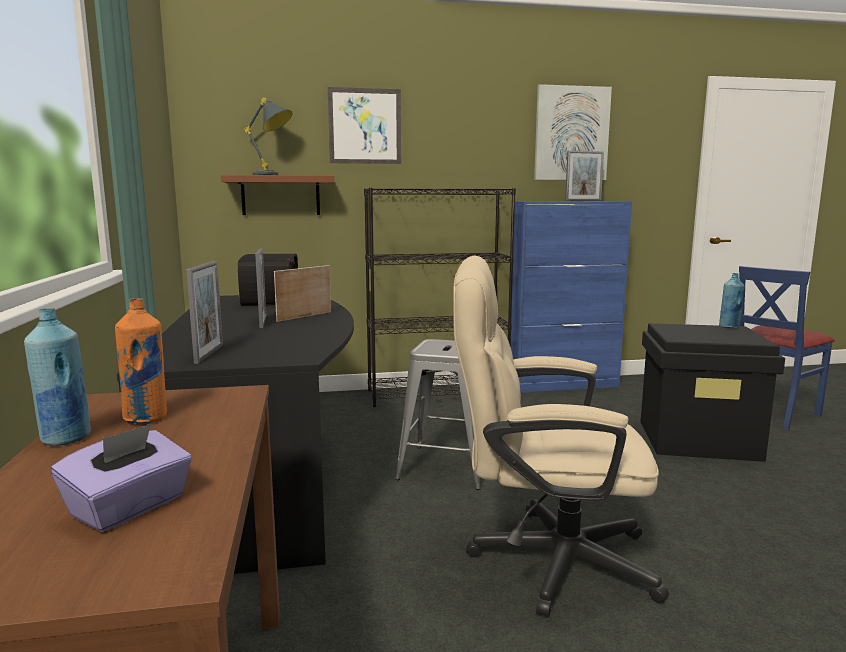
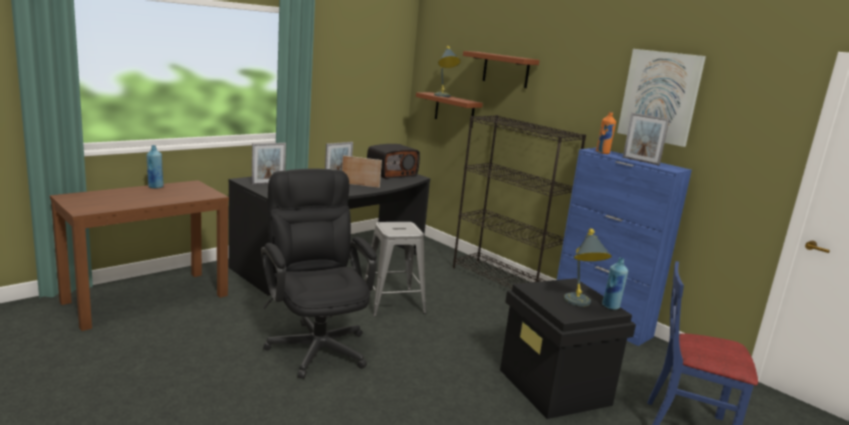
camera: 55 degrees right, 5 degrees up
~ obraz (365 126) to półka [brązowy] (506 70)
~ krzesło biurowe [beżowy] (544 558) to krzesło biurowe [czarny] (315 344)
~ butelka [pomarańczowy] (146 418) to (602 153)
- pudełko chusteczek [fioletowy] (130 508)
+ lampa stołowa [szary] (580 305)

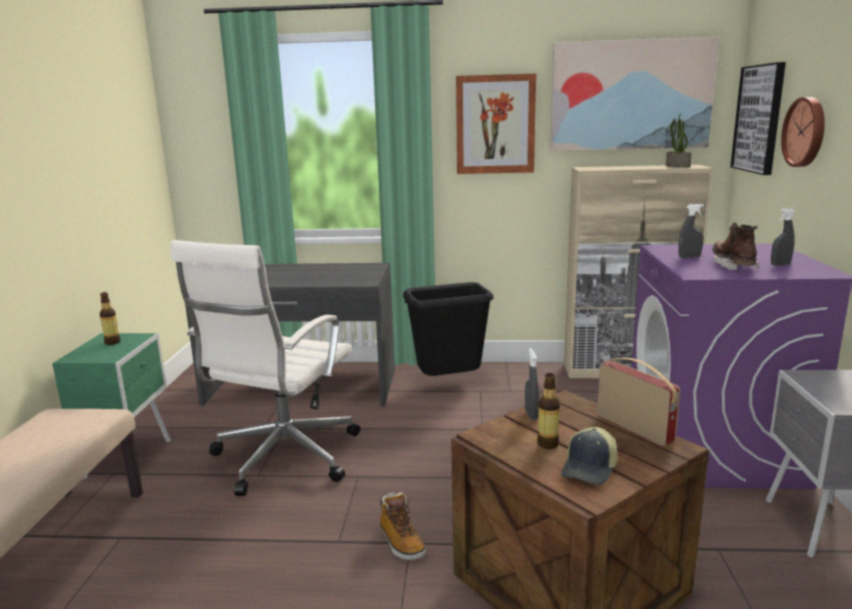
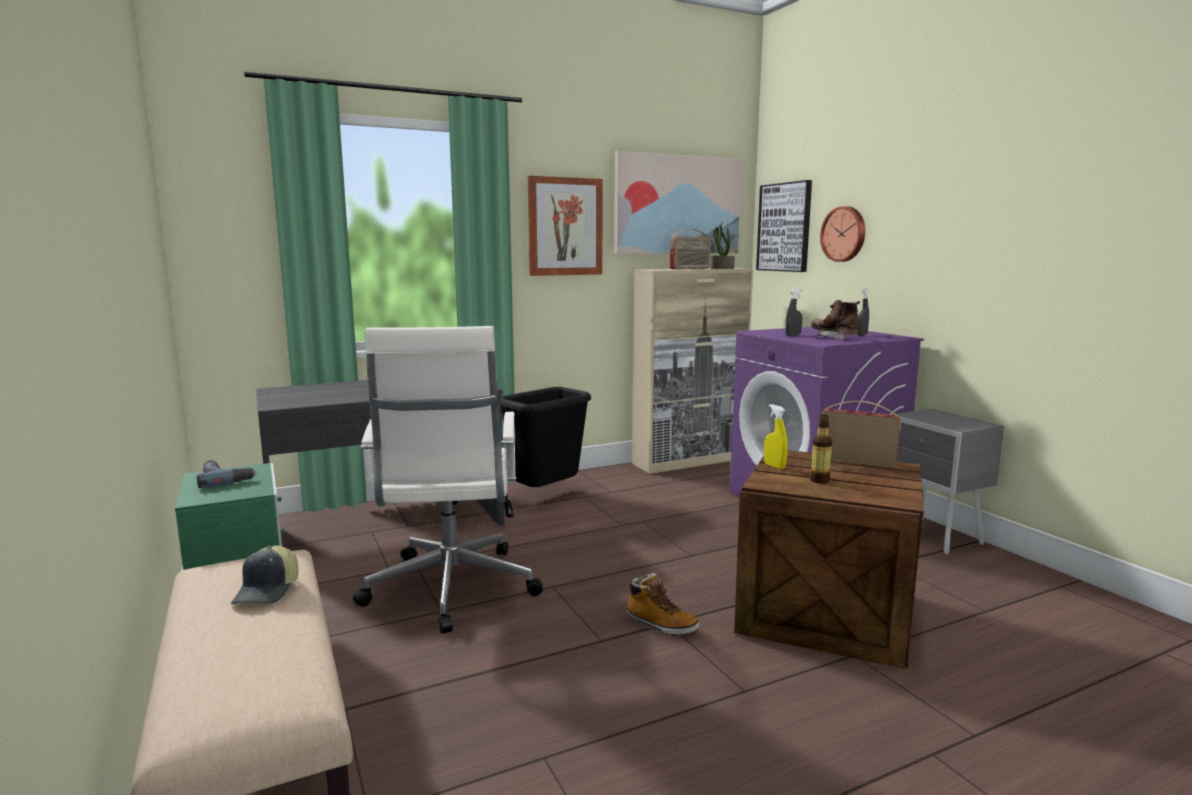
camera: 30 degrees left, 5 degrees down
~ butelka (112 342) to wiertarka (225 478)
~ spryskiwacz [szary] (531 415) to spryskiwacz [żółty] (774 466)
~ czapka z daszkiem (590 469) to (268 591)
+ radio (690 268)

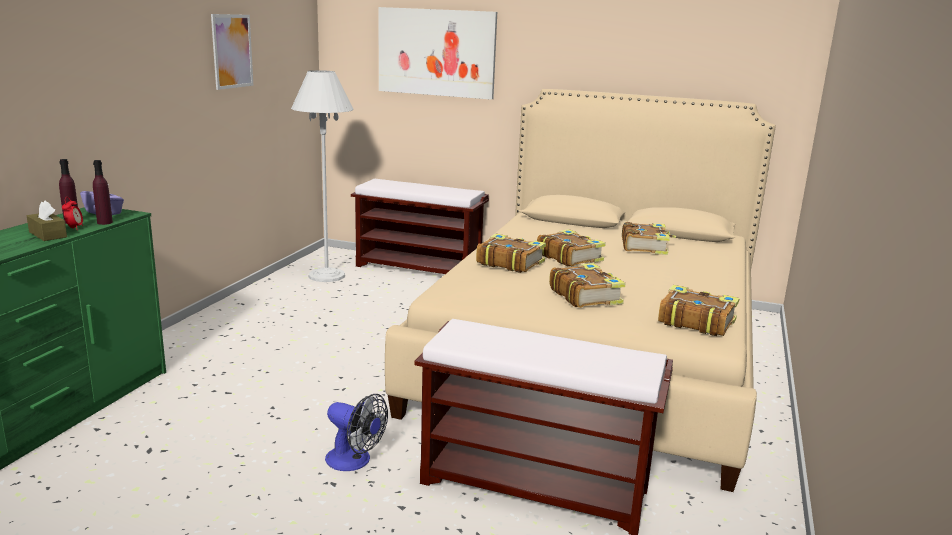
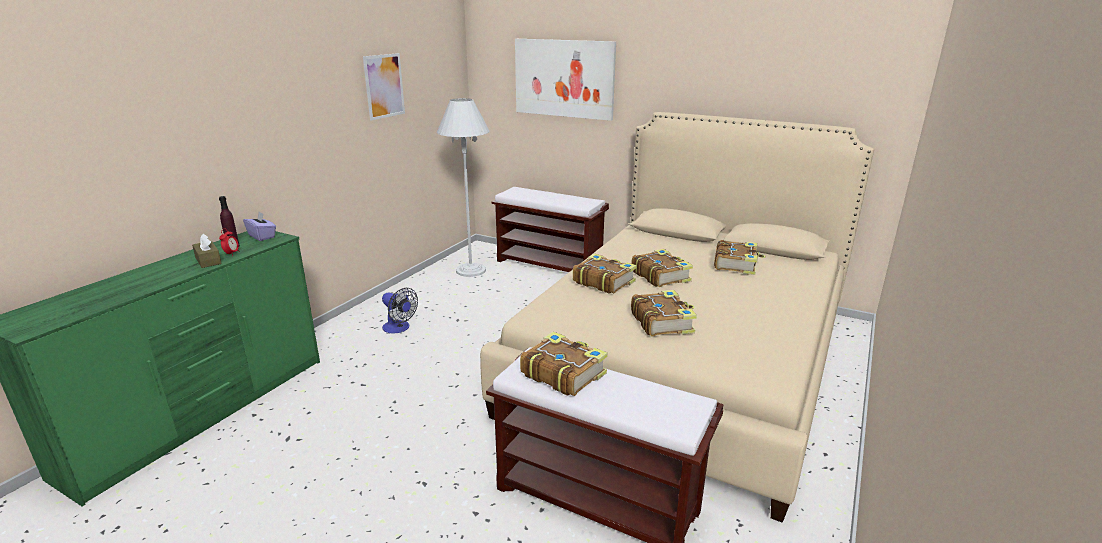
camera: 10 degrees right, 5 degrees up
- butelka [fioletowy] (105 222)
~ książka (695 321) to (563 373)
~ wentylator (354 461) to (399 328)

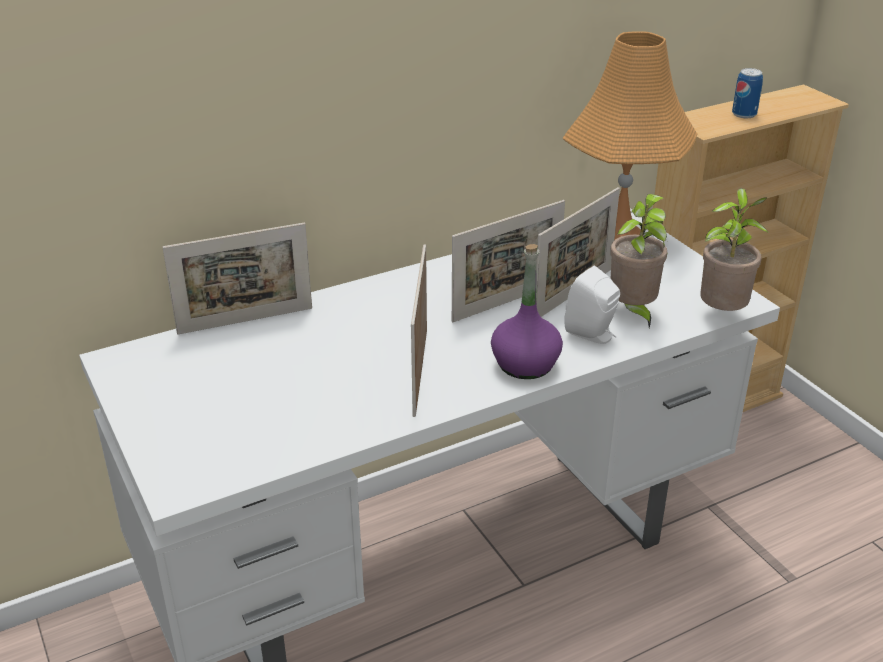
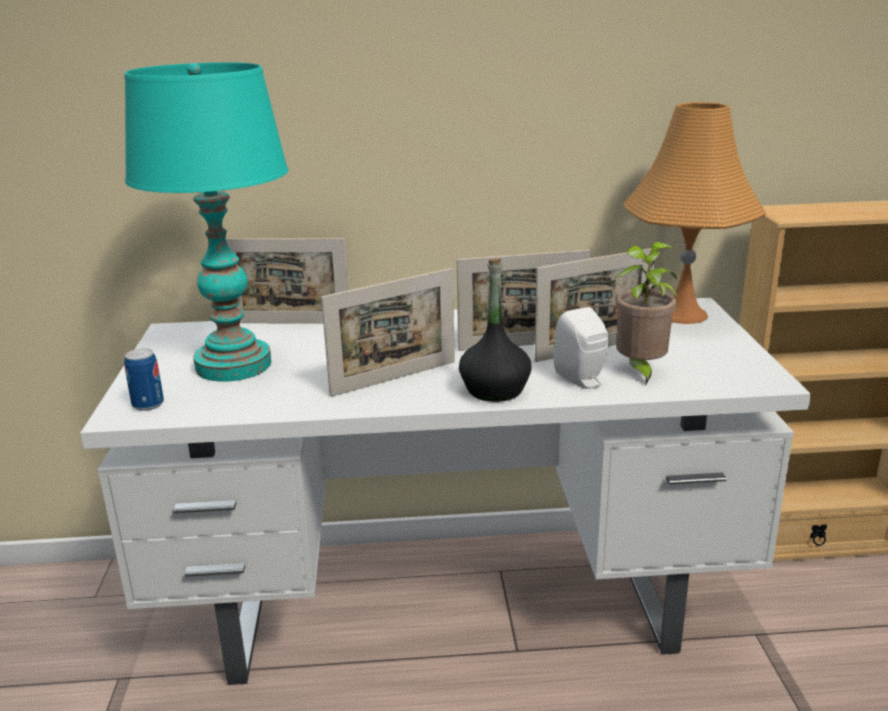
camera: 25 degrees right, 10 degrees down
~ puszka (744 114) to (148 404)
- roślina doniczkowa (722 313)
~ ramka na zdjęcie (420 371) = (394 378) 150 degrees counterclockwise
~ butelka [fioletowy] (525 364) to butelka [czarny] (494 390)
+ lampa stołowa [turkusowy] (233 366)

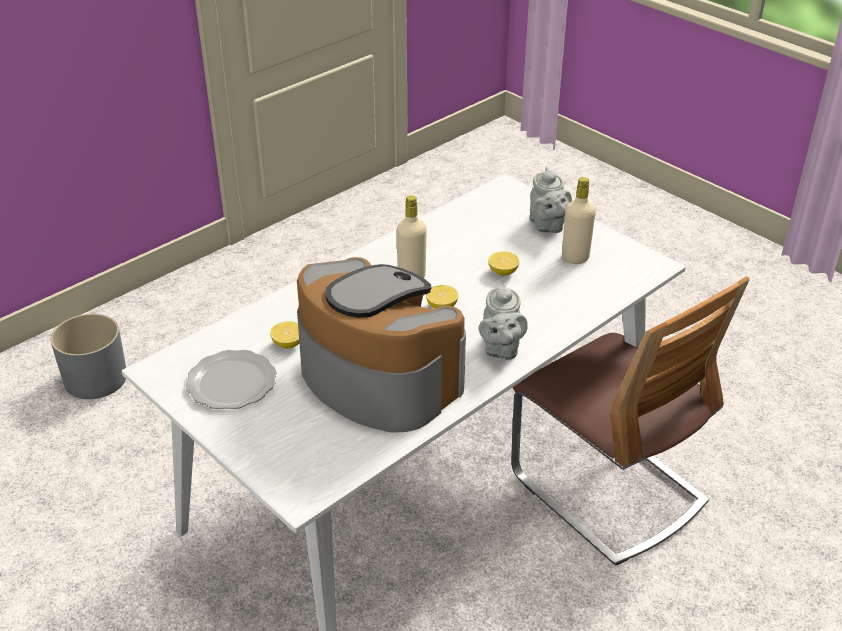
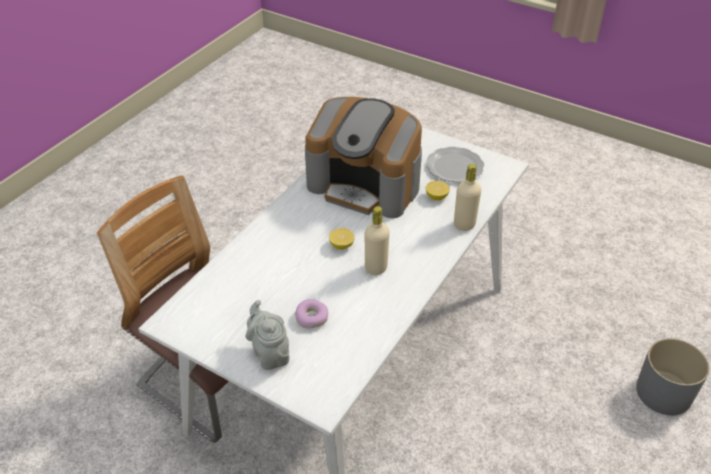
camera: 165 degrees right, 5 degrees up
~ butelka [beżowy] (575 258) to (464 224)
- cytryna (503 272)
- imbryk [szary] (500 349)
+ donut (312 317)

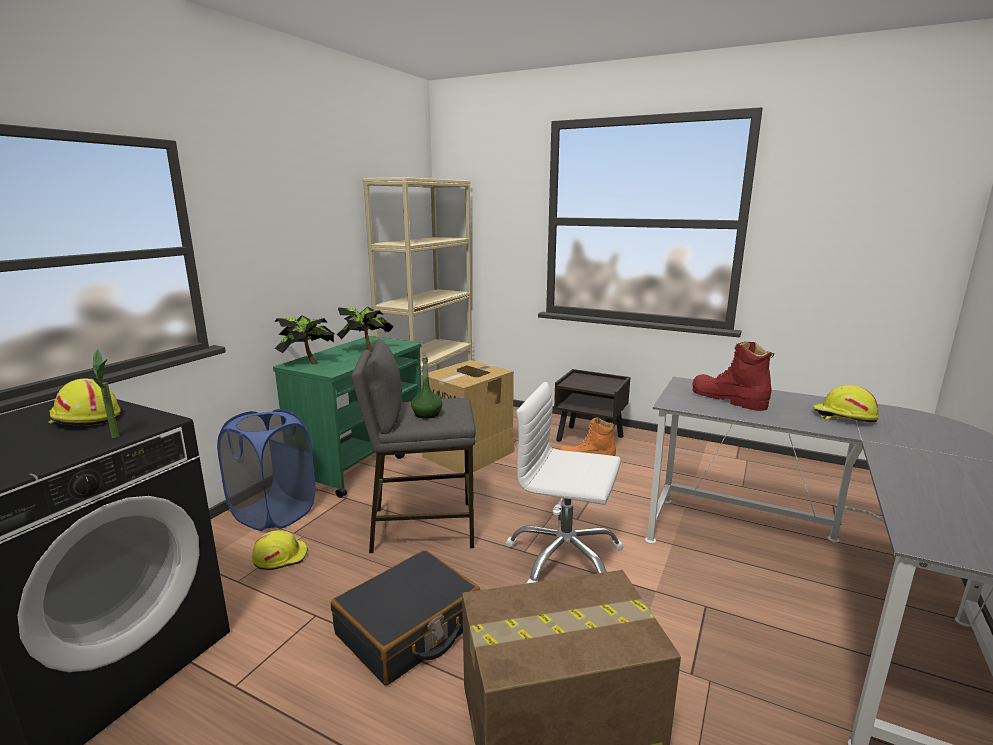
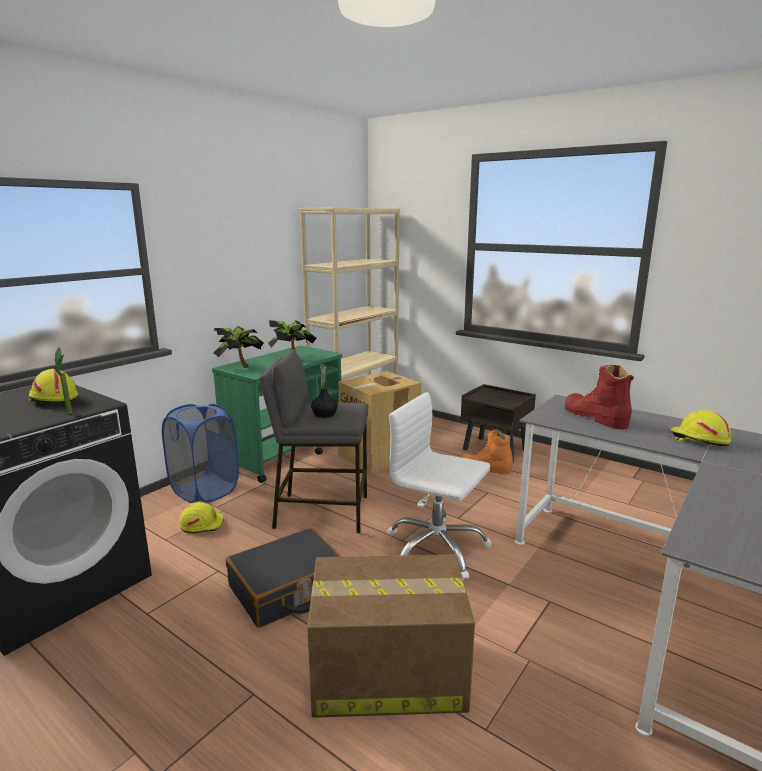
camera: 10 degrees right, 0 degrees up
~ butelka [zielony] (427 414) to butelka [czarny] (324 414)

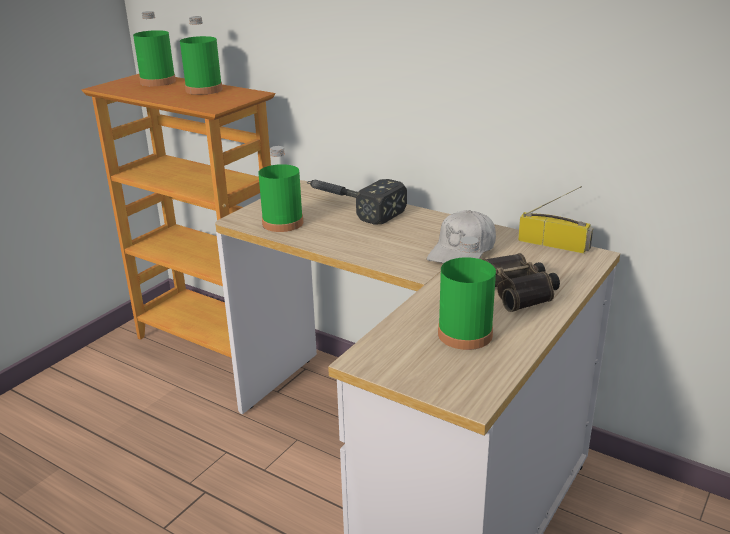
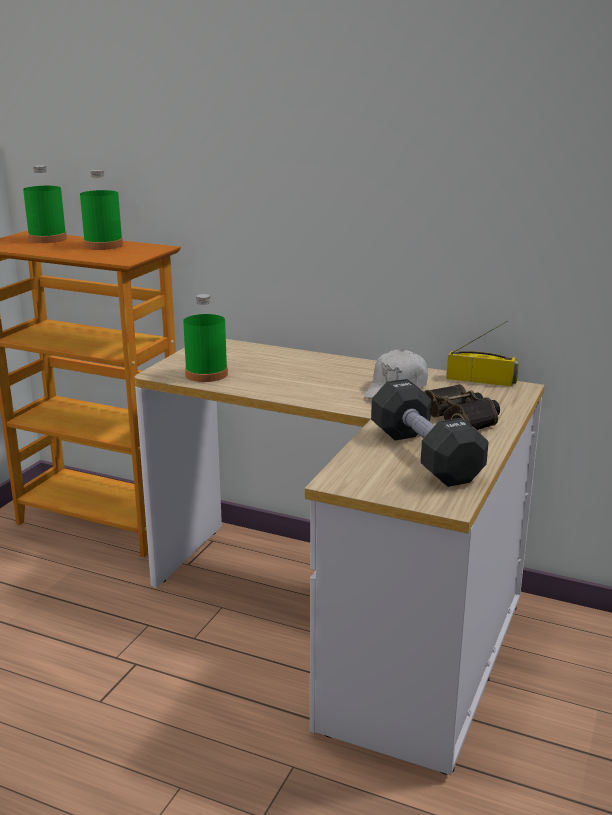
camera: 10 degrees left, 5 degrees down
- młotek (349 206)
~ butelka [zielony] (465 334) to hantel [czarny] (424 455)

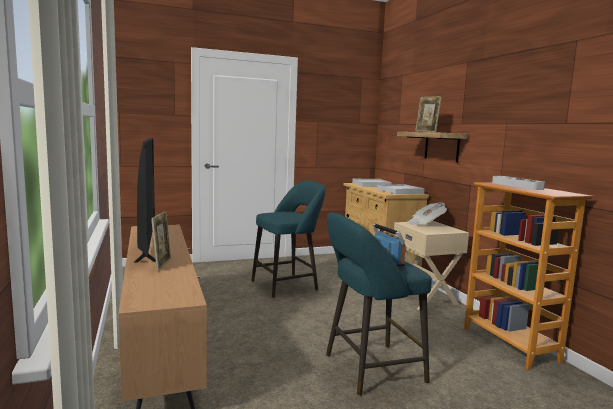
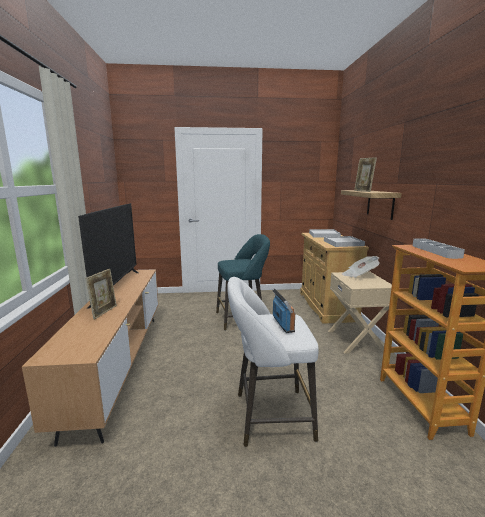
camera: 15 degrees right, 5 degrees up
~ stołek [turkusowy] (369 369) to stołek [biały] (268 416)

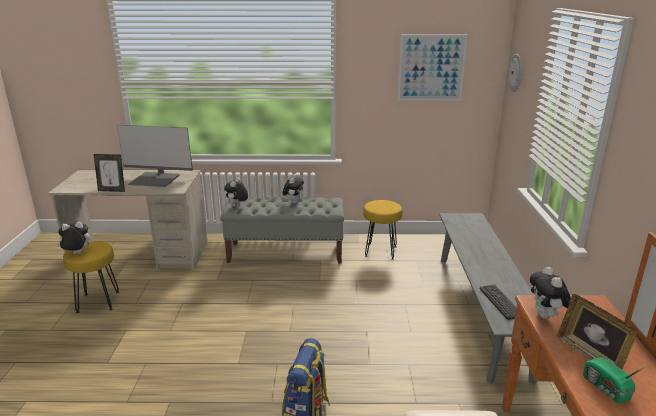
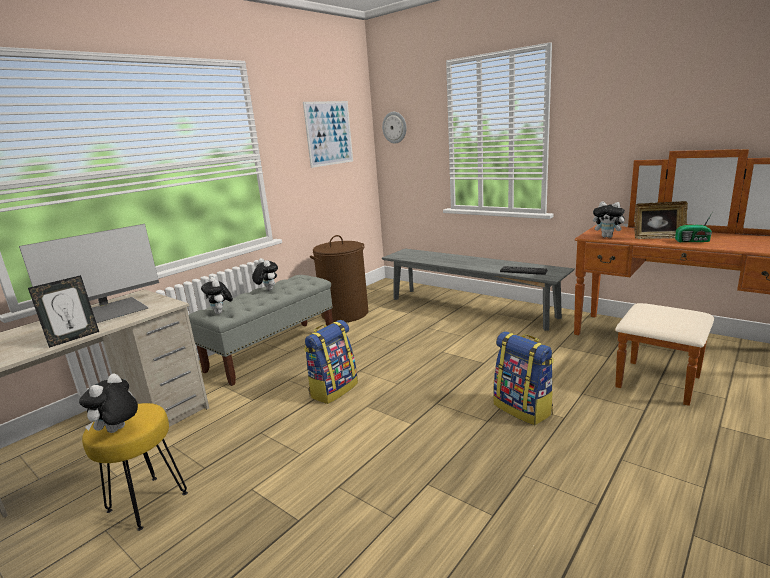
camera: 50 degrees left, 5 degrees down
~ stołek [żółty] (381 251) to kosz na pranie [brązowy] (345 313)
+ plecak (333 390)

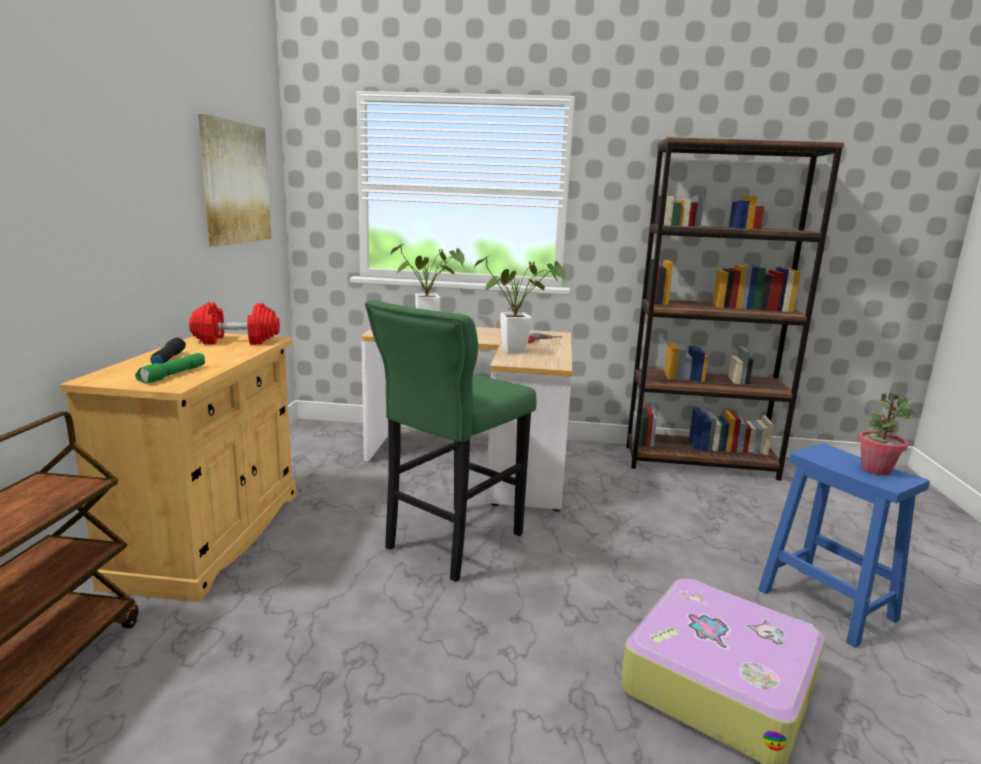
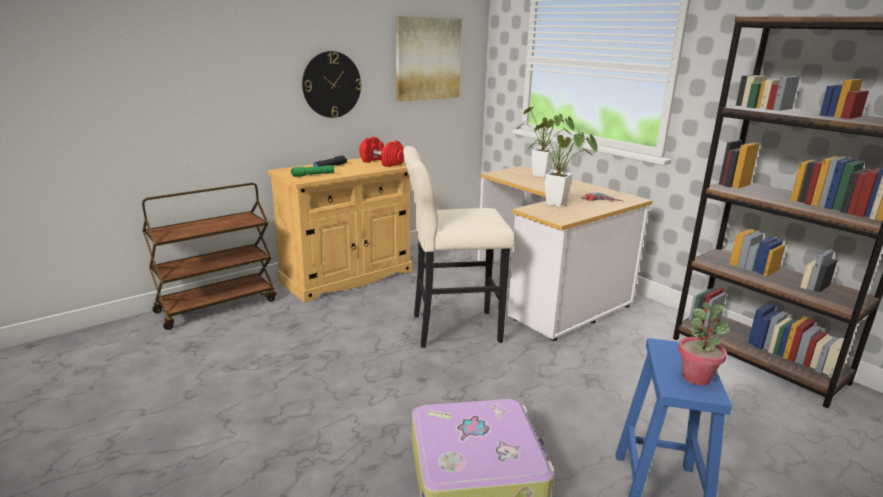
camera: 45 degrees right, 5 degrees up
~ stołek [zielony] (450 544) to stołek [beżowy] (451 328)
+ zegar ścienny (331 84)

